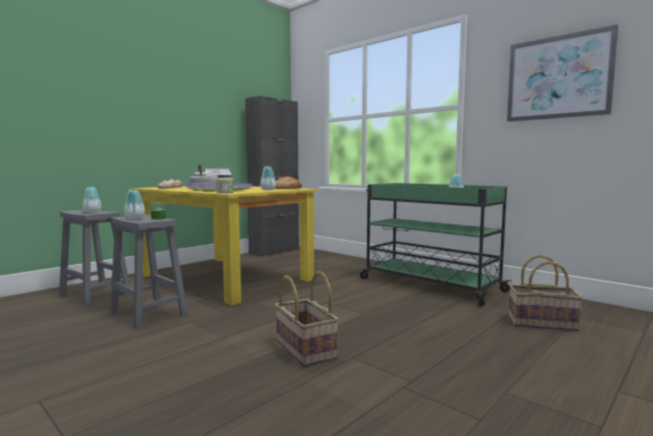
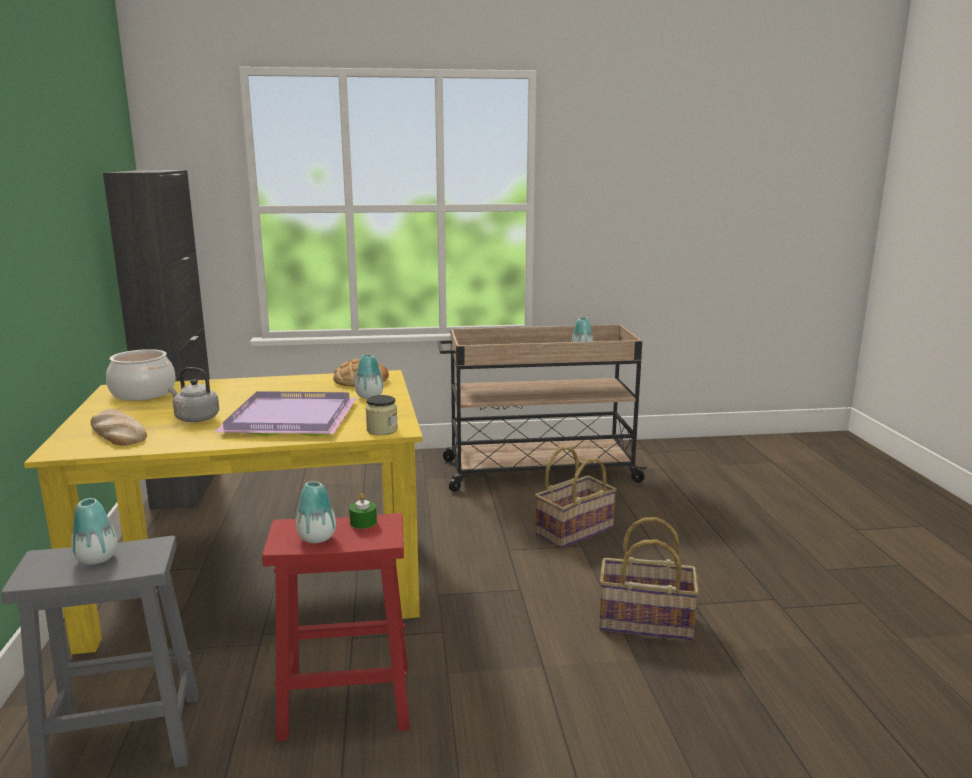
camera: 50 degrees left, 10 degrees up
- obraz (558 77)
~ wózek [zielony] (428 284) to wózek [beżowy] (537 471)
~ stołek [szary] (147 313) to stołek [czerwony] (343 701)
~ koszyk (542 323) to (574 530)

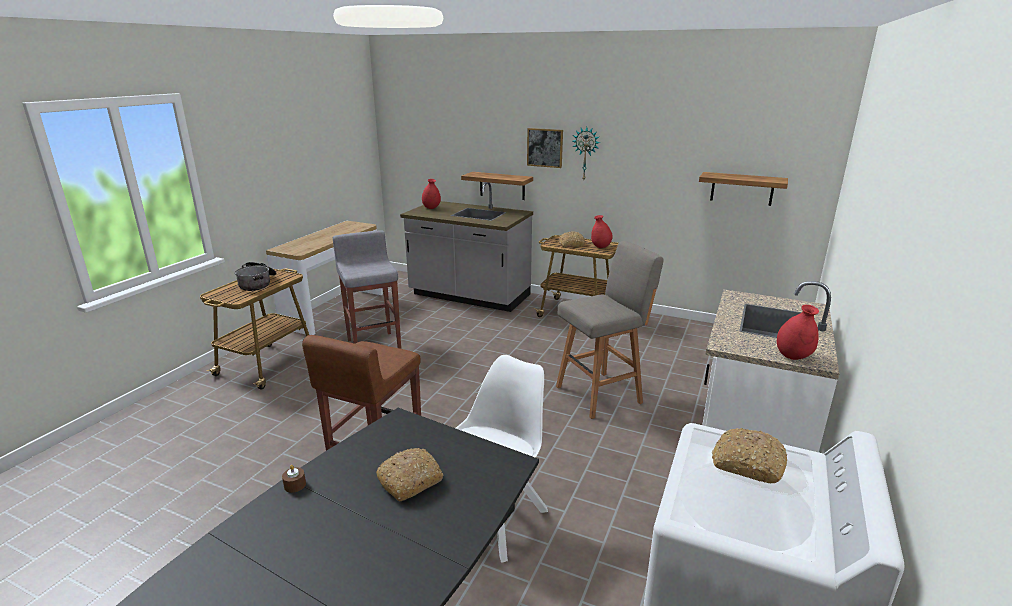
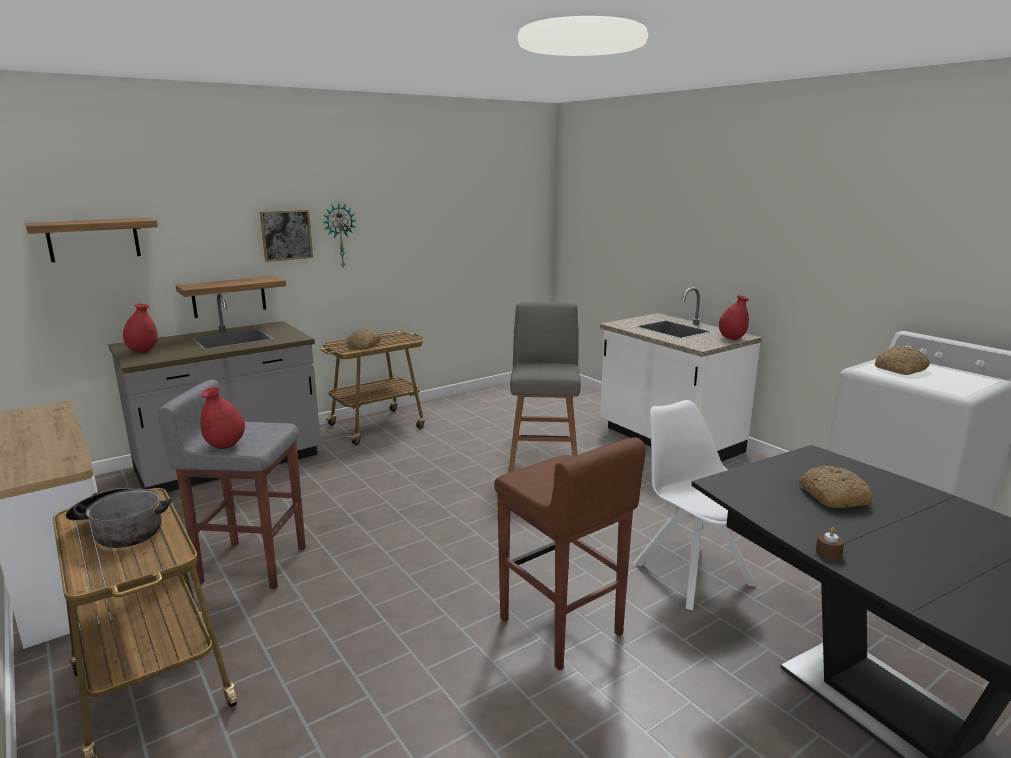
camera: 60 degrees left, 5 degrees down
~ półka (742 189) to (93 239)
~ wazon [czerwony] (601 247) to (225 446)

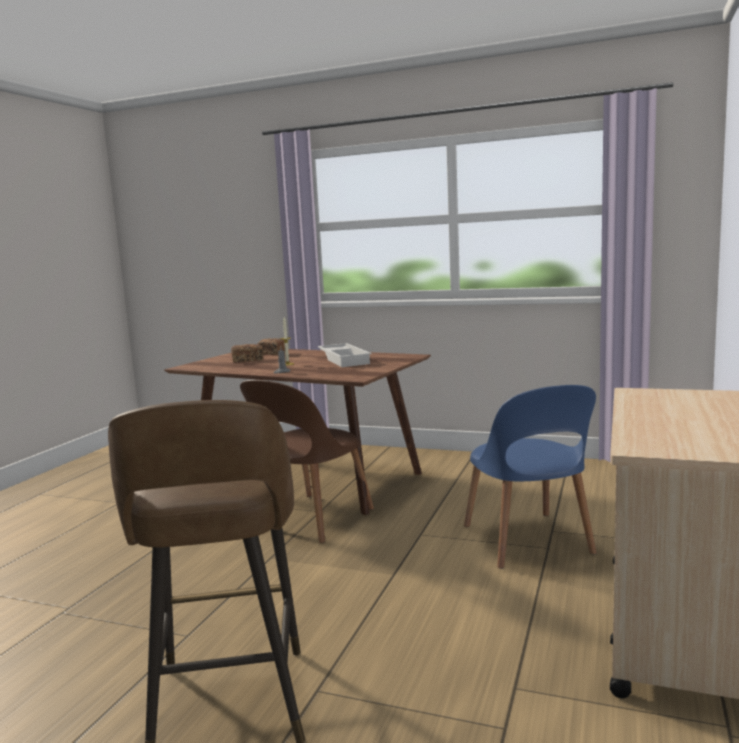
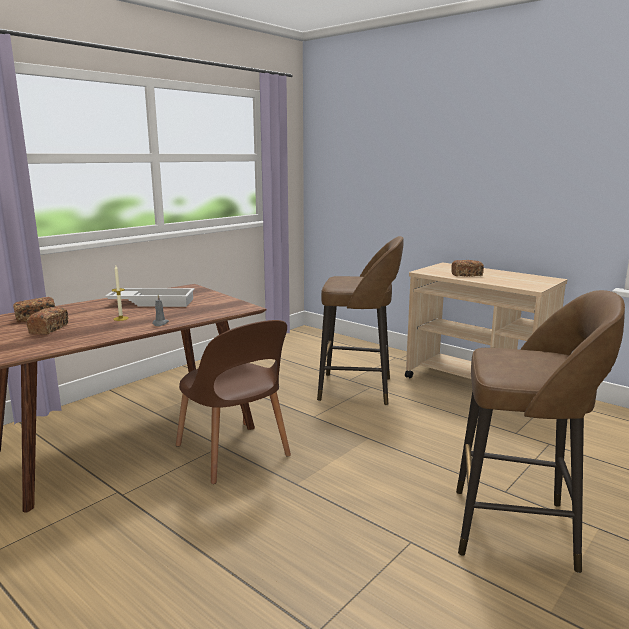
camera: 70 degrees left, 5 degrees up
~ krzesło [niebieski] (528 542) to stołek [brązowy] (358 389)
+ chleb (466 275)

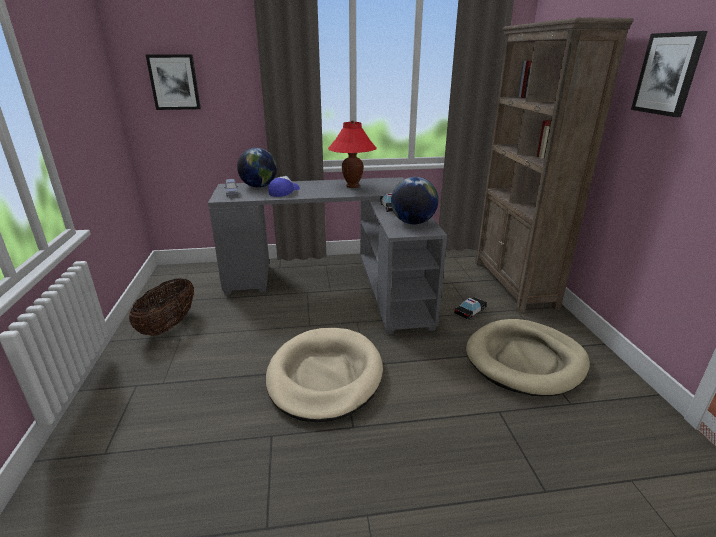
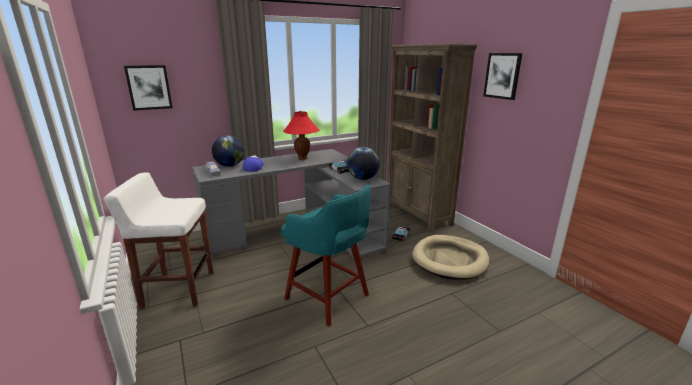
camera: 20 degrees left, 5 degrees down
~ koszyk (169 325) to stołek [biały] (177 289)
~ legowisko [beżowy] (325 376) to stołek [turkusowy] (328 298)

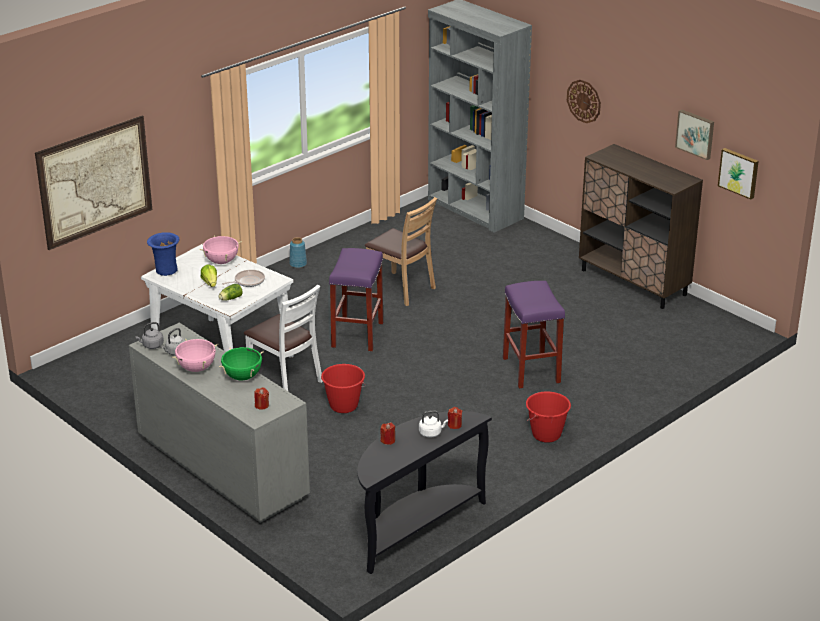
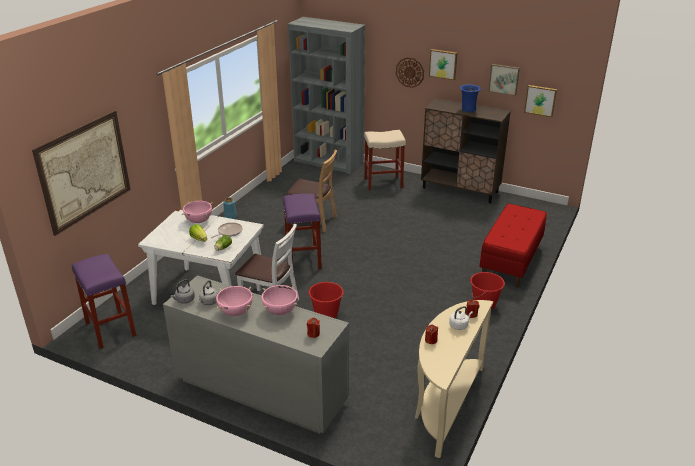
camera: 20 degrees left, 0 degrees up
~ wazon [niebieski] (165 270) to (468 110)
~ stołek [fioletowy] (532 370) to (111 329)
~ garnek [zielony] (242 377) to garnek [różowy] (280 311)
~ stolik konsolowy [czarny] (414 528) to stolik konsolowy [beżowy] (445 405)
+ obraz (443 64)
+ stołek [beżowy] (383 183)
+ ławka [czerwony] (511 261)

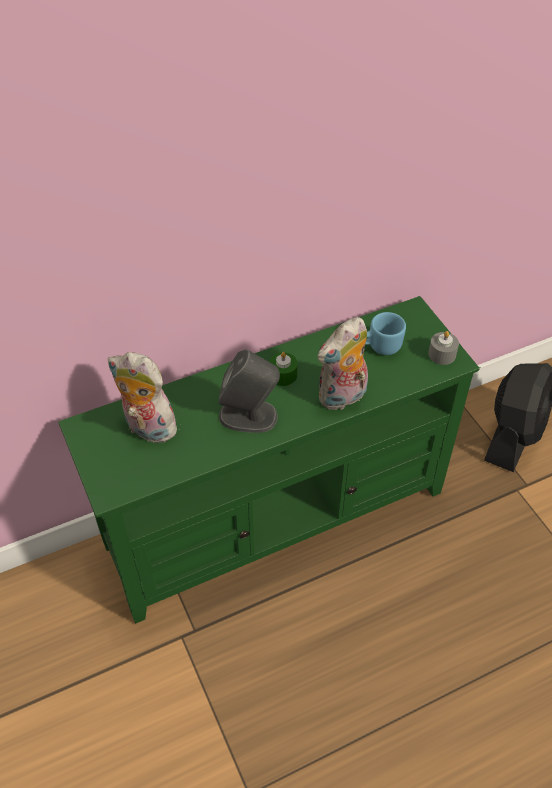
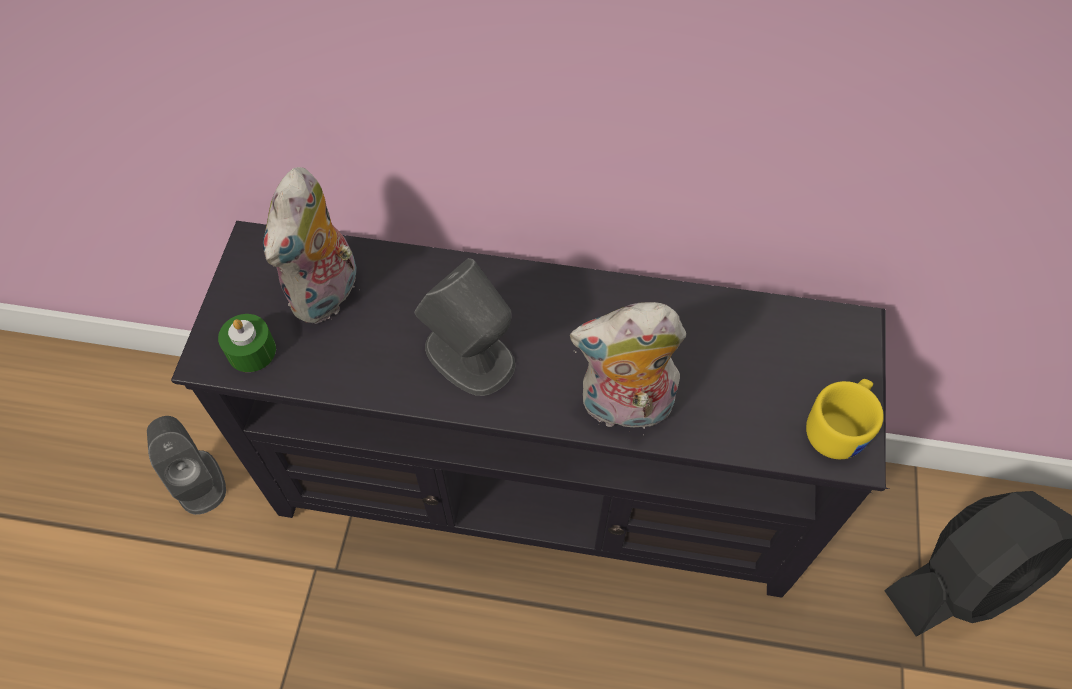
camera: 35 degrees right, 10 degrees up
~ szafka pod telewizor [zielony] (275 517) to szafka pod telewizor [czarny] (536 487)
- kubek [niebieski] (379 346)
~ świeca [szary] (442 354) to kubek [żółty] (839 429)
~ pluszak (147 428) = (328 295) 135 degrees counterclockwise
~ świeca [zielony] (283 375) to (251 351)
+ głośnik [szary] (197 481)

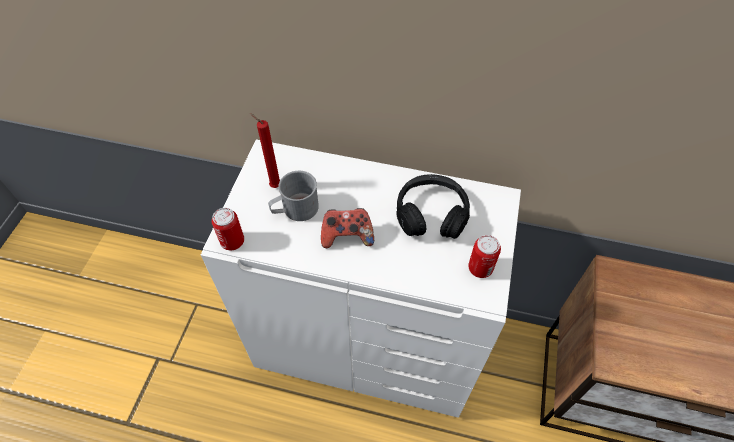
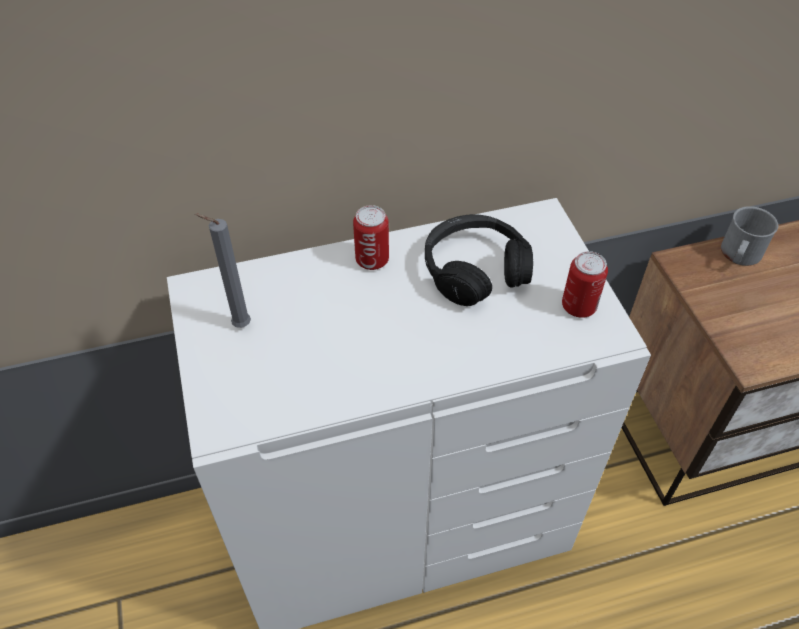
camera: 30 degrees left, 5 degrees down
~ świeca [czerwony] (274 185) to świeca [szary] (238 325)
~ kubek [szary] (295 209) to (739 256)
~ puszka (232 241) to (372 260)
- pad do gier (347 236)

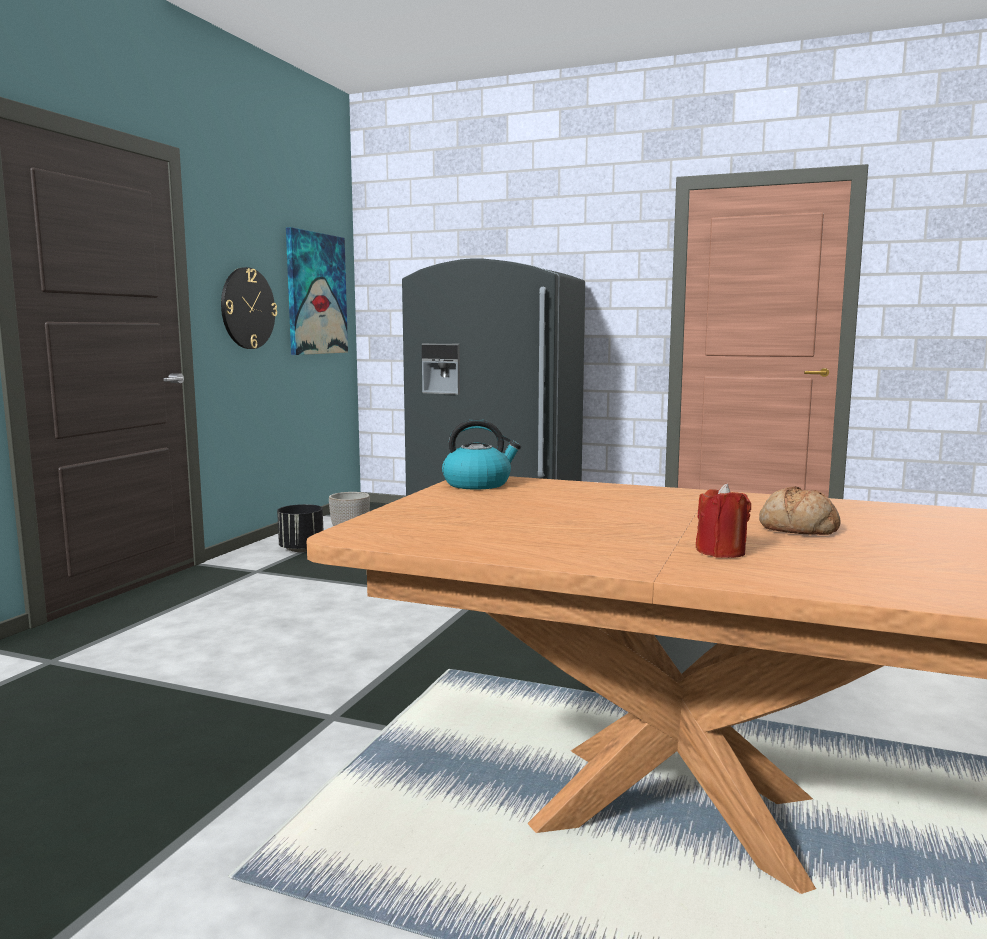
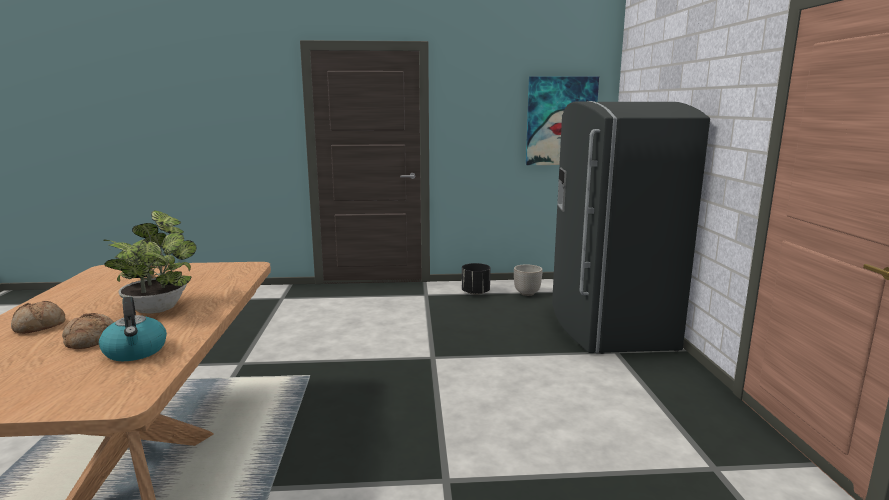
camera: 65 degrees right, 5 degrees up
- zegar ścienny (247 308)
~ czajnik (478 484) to (136 351)
~ świeca [czerwony] (720 552) to chleb (39 326)
+ roślina doniczkowa (158 307)

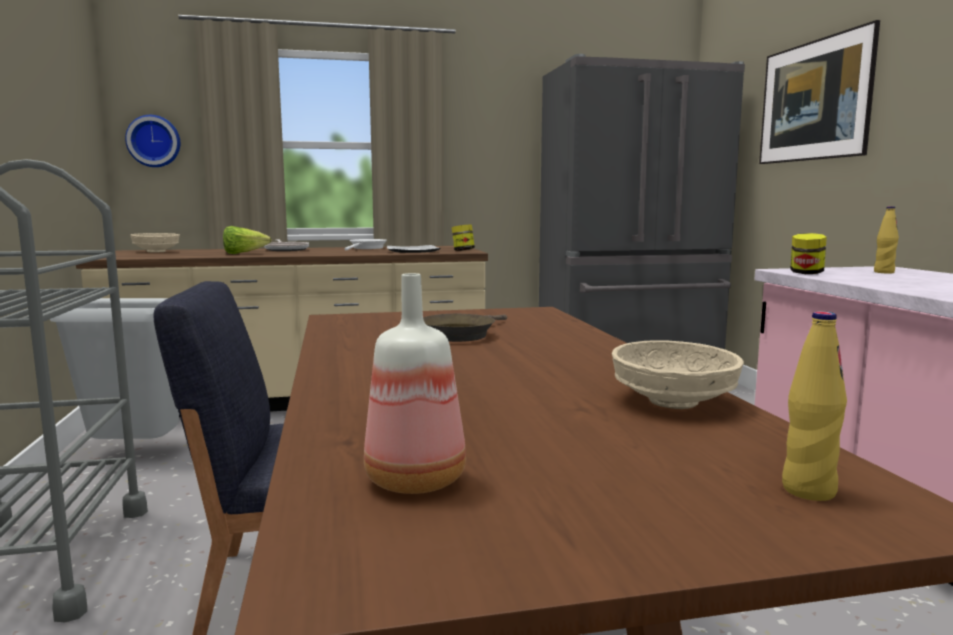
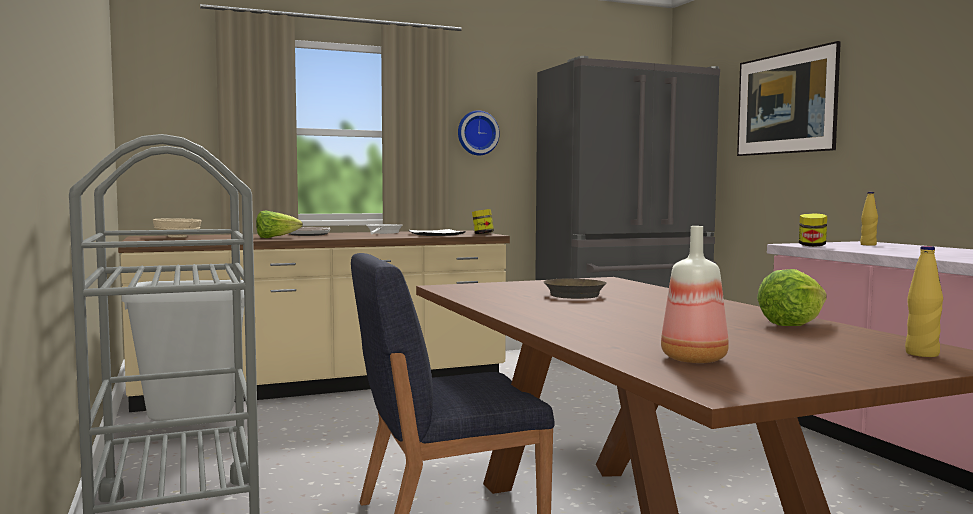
camera: 10 degrees left, 5 degrees down
~ zegar ścienny (154 141) to (477 133)
~ miska [beżowy] (671 401) to sałata (792 324)

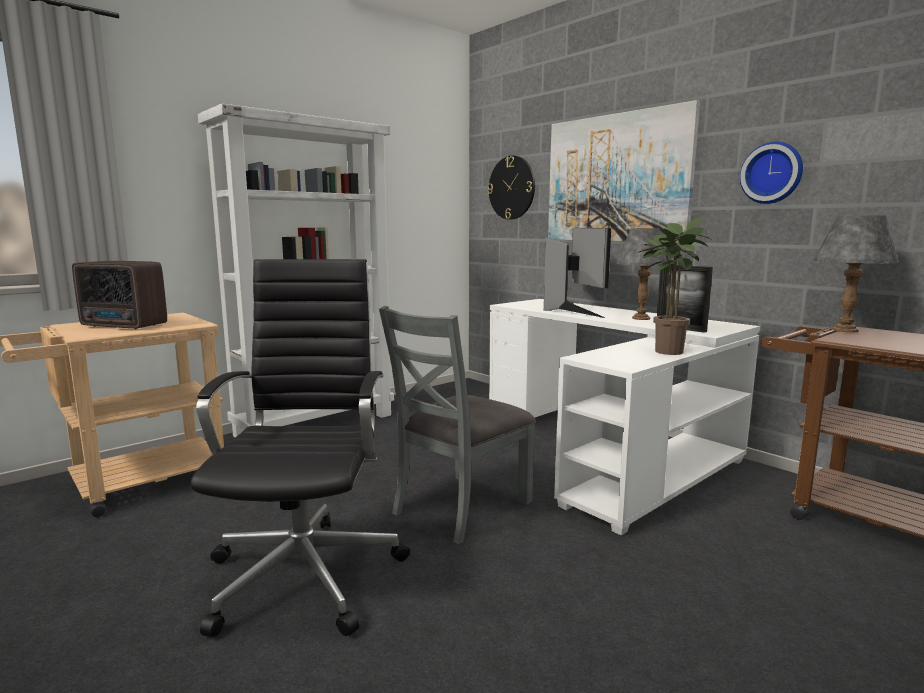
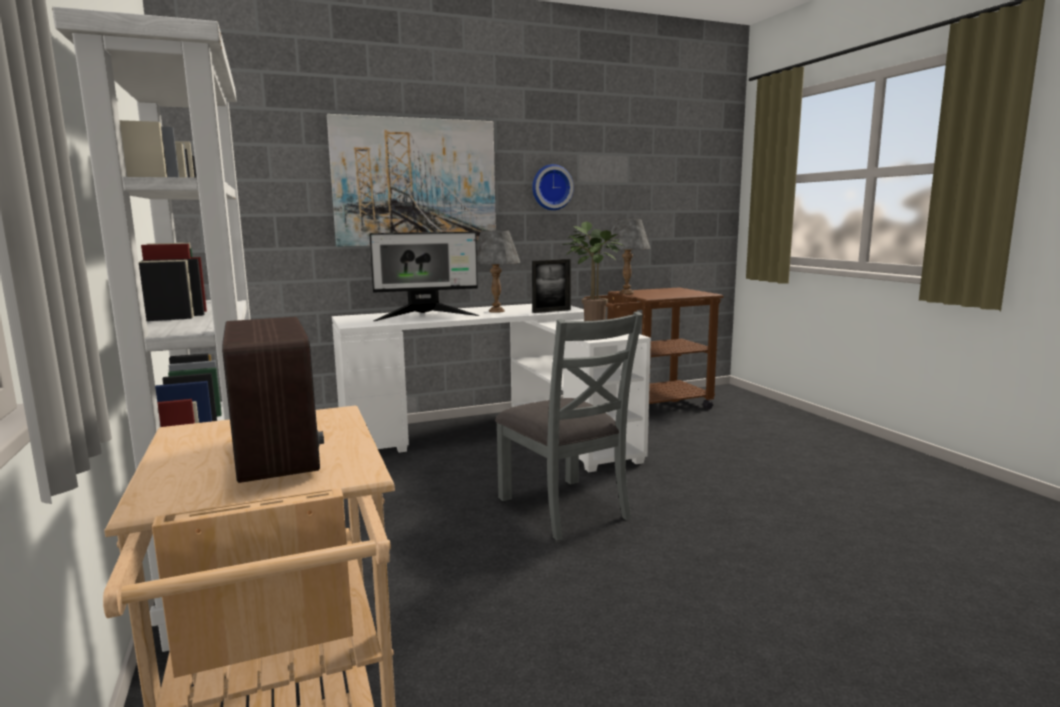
camera: 70 degrees left, 0 degrees up
- zegar ścienny (512 188)
~ monitor (574 310) = (426 316) 150 degrees clockwise
- krzesło biurowe [czarny] (307 572)
~ radio (124 326) = (279 454) 60 degrees counterclockwise

